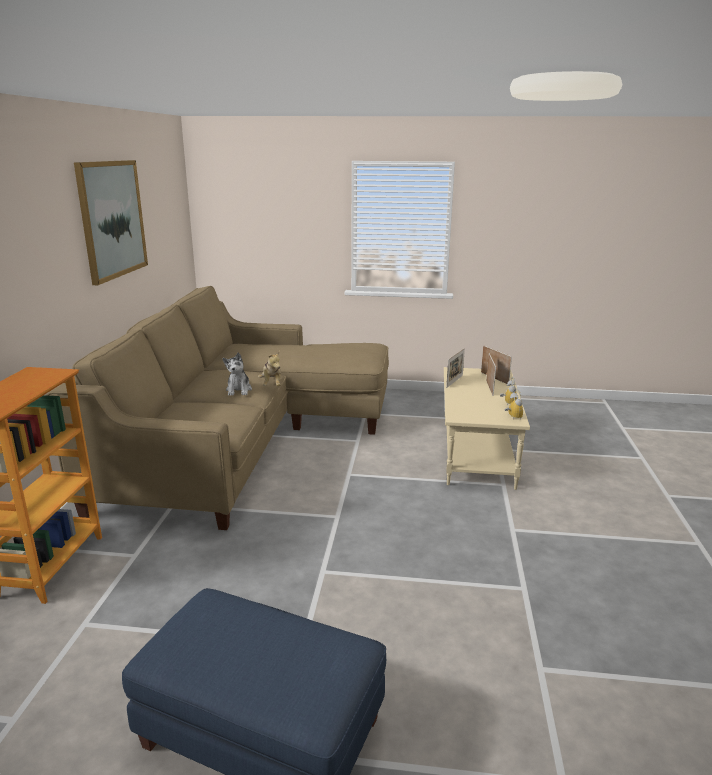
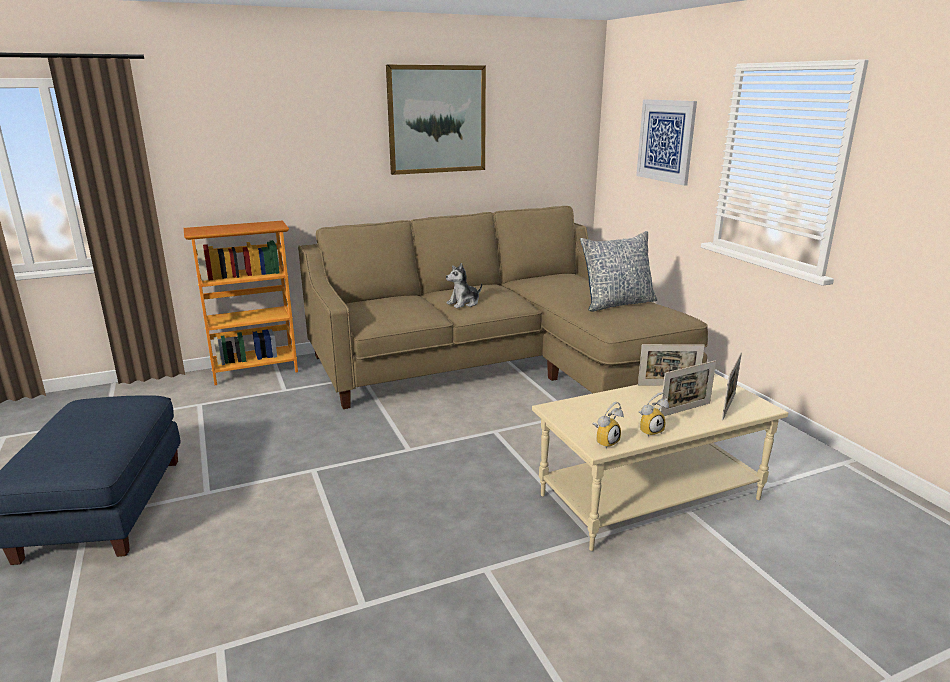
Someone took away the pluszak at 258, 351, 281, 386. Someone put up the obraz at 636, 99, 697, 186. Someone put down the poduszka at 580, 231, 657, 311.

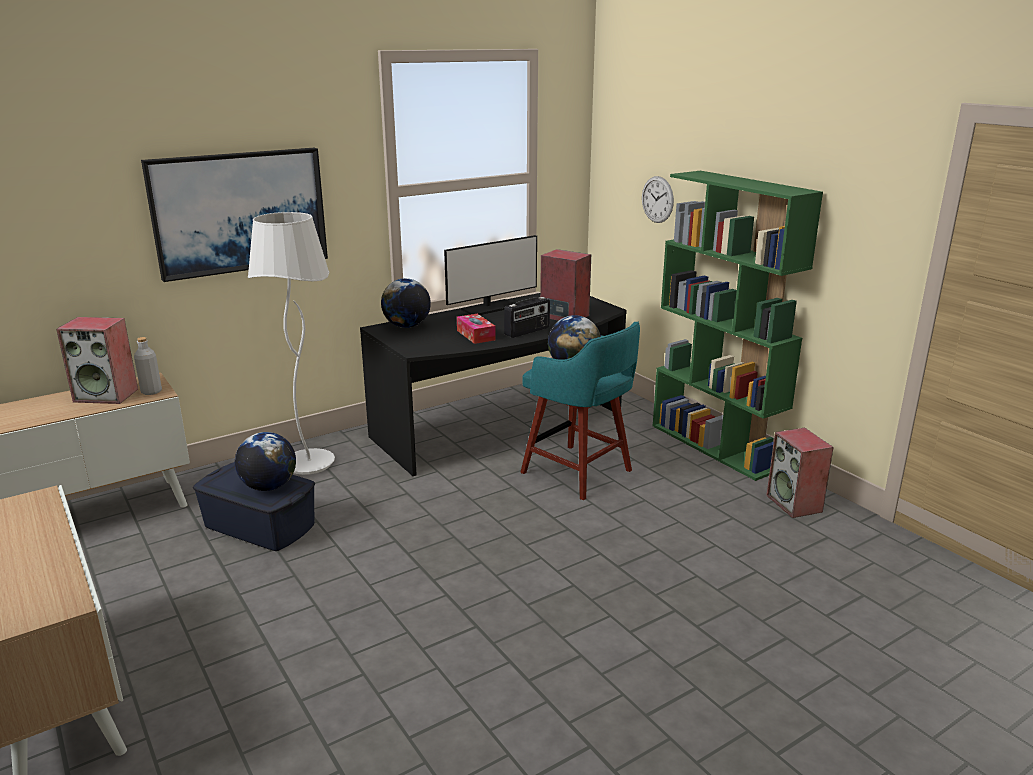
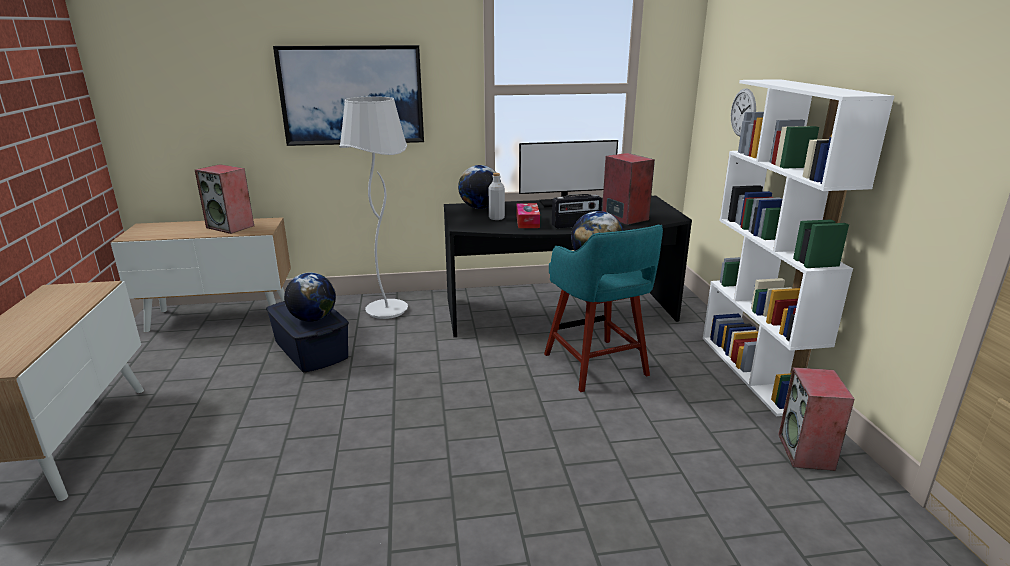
Someone repainted the regał [zielony] at 653, 171, 823, 481, which became the regał [biały] at 703, 79, 894, 416. Someone carried the butelka [szary] from 134, 337, 162, 395 to 489, 173, 505, 220.

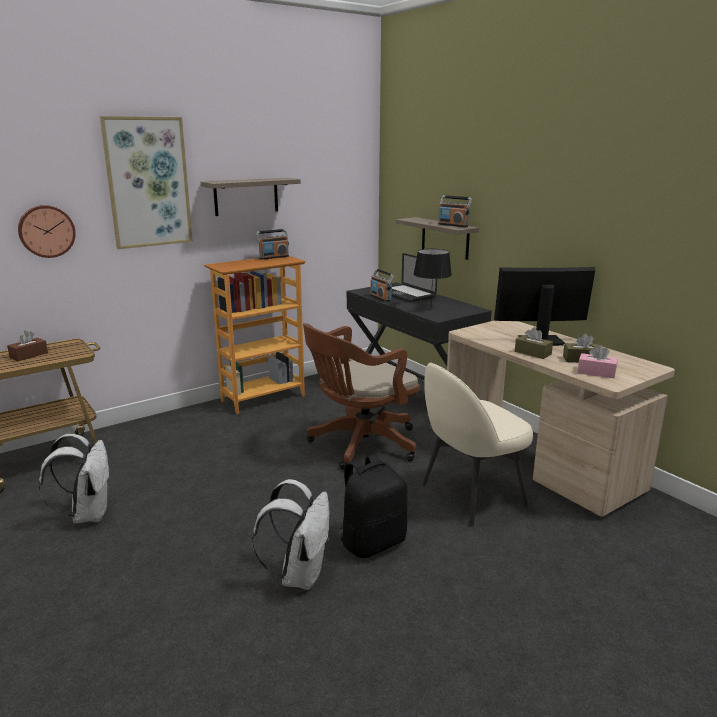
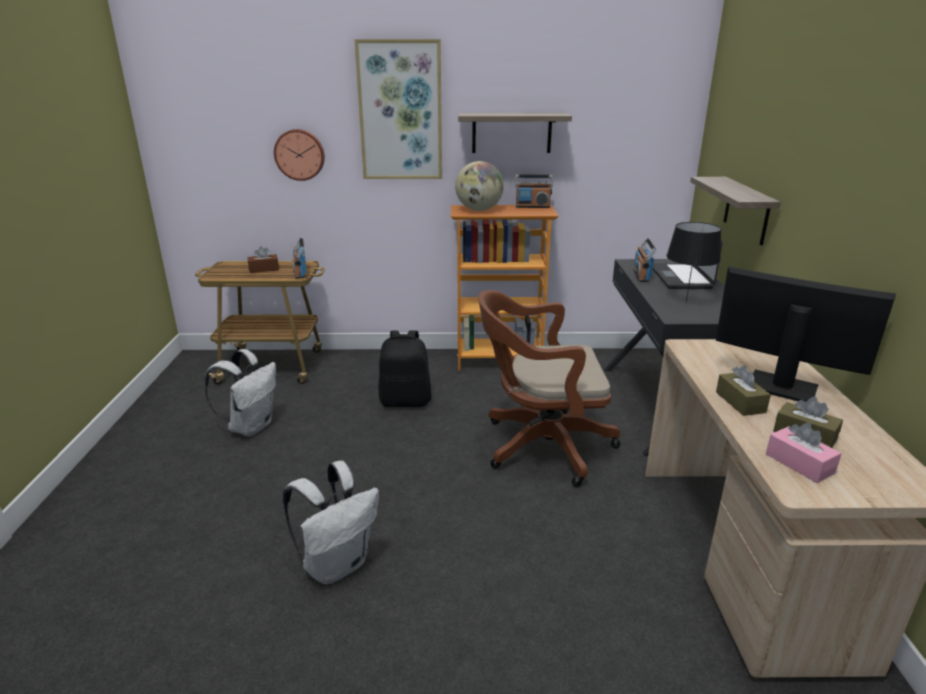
Someone carried the radio from 438, 195, 472, 227 to 292, 237, 307, 278. Someone took away the krzesło [beżowy] at 422, 363, 533, 527. Someone carried the plecak [czarny] from 340, 454, 408, 558 to 378, 330, 432, 407. Someone put down the globus at 455, 161, 504, 211.

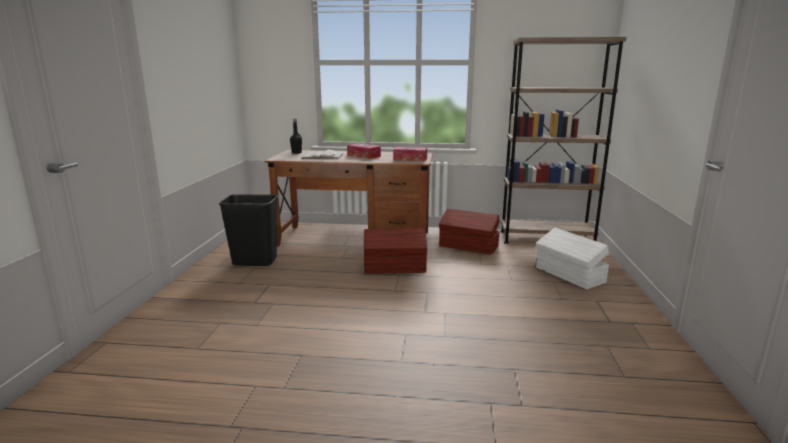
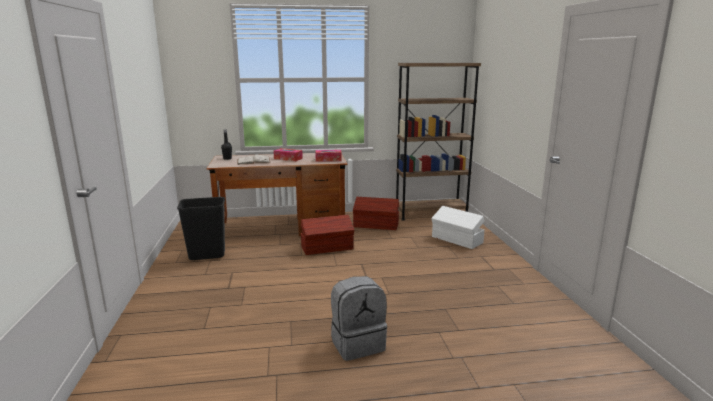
Someone put down the plecak [szary] at 331, 276, 387, 361.

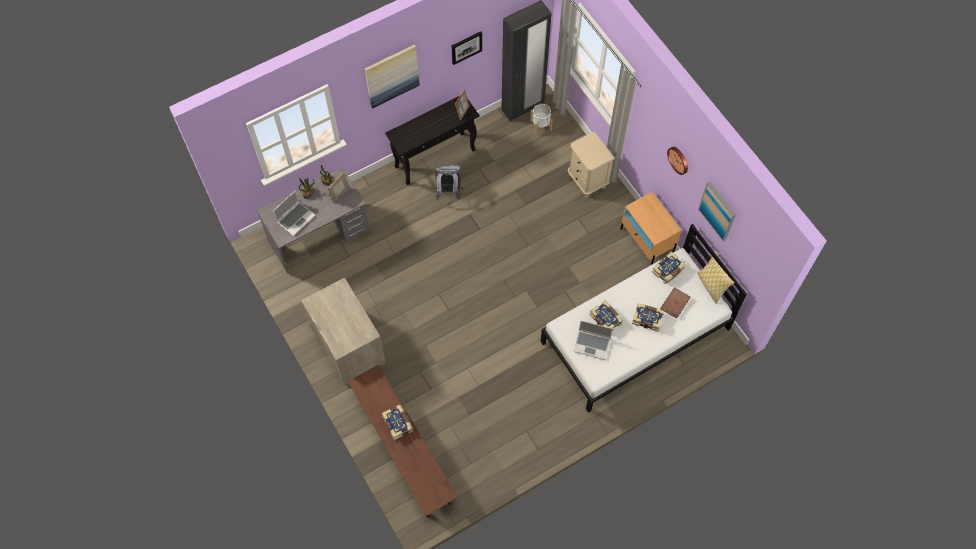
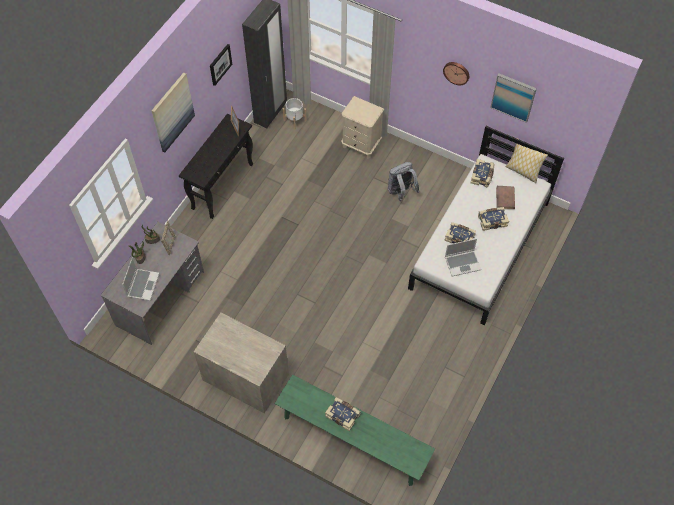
Someone carried the plecak [szary] from 434, 165, 463, 200 to 388, 162, 420, 201. Someone took away the szafka nocna [beżowy] at 620, 192, 682, 265. Someone repainted the ławka [brązowy] at 348, 365, 458, 518, which became the ławka [zielony] at 274, 375, 435, 486.

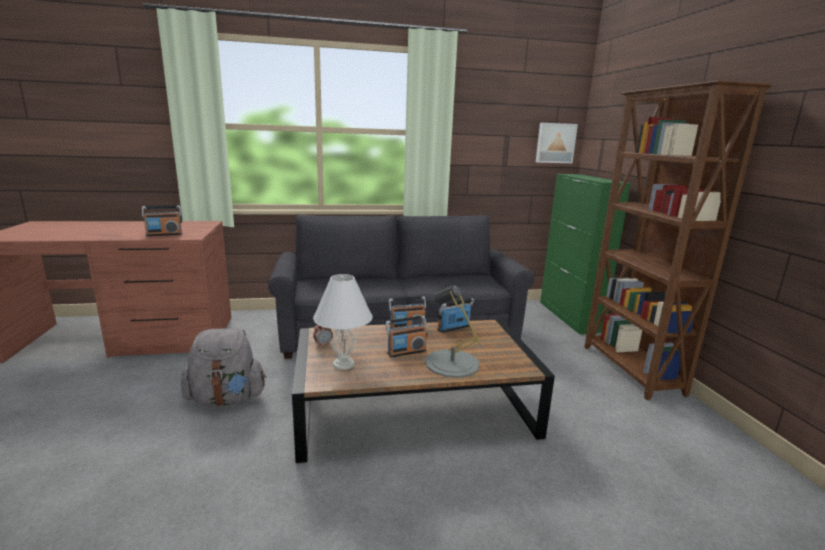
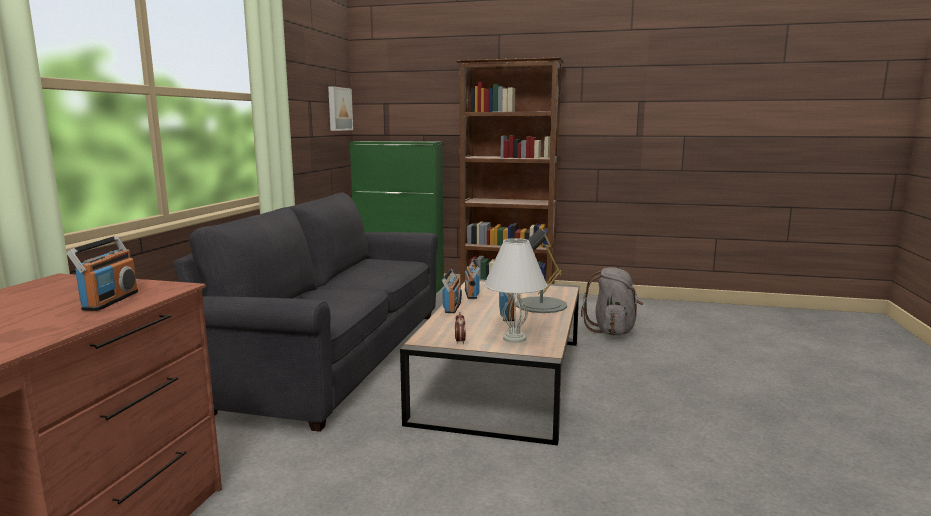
Someone carried the plecak [szary] from 181, 328, 266, 406 to 581, 267, 643, 335.

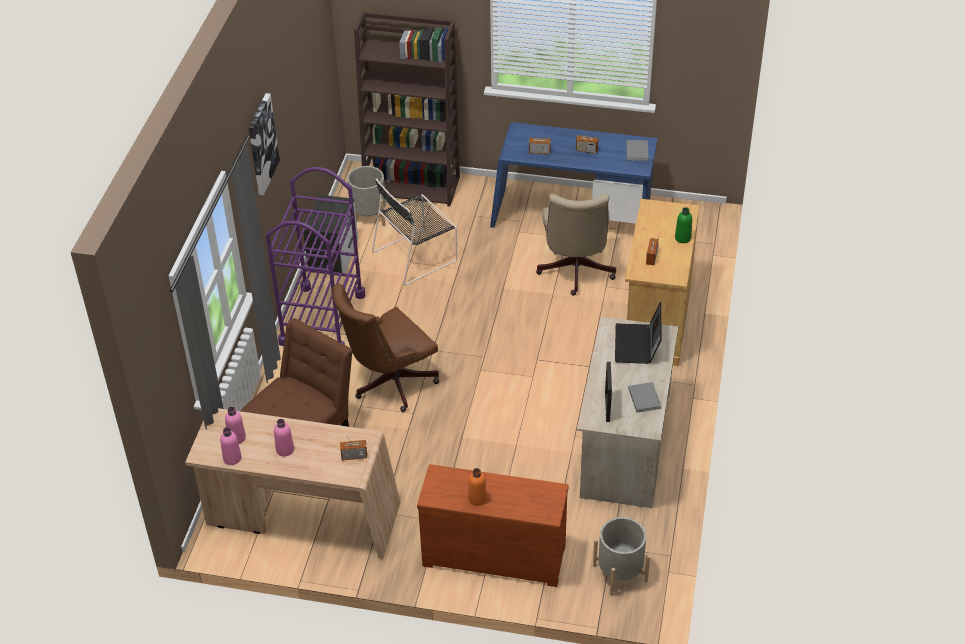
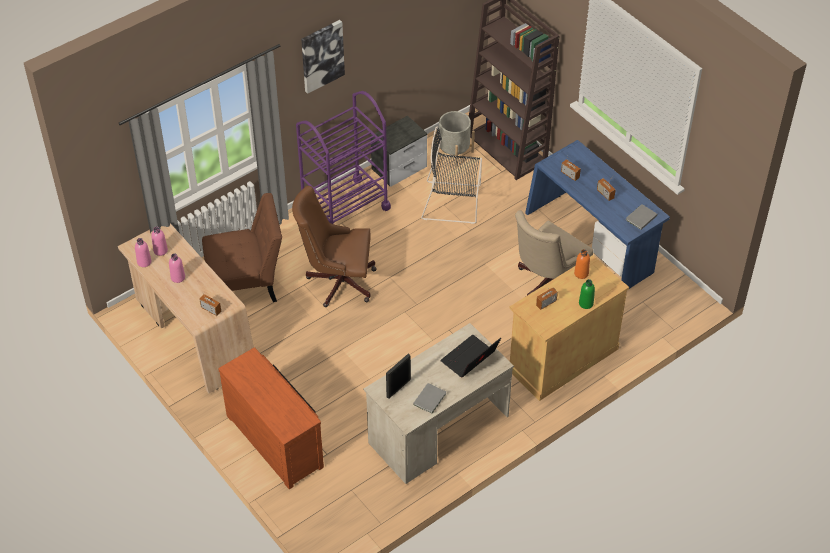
Someone carried the butelka [pomarańczowy] from 468, 468, 487, 506 to 574, 249, 590, 279. Someone took away the donica [szary] at 593, 517, 650, 596.

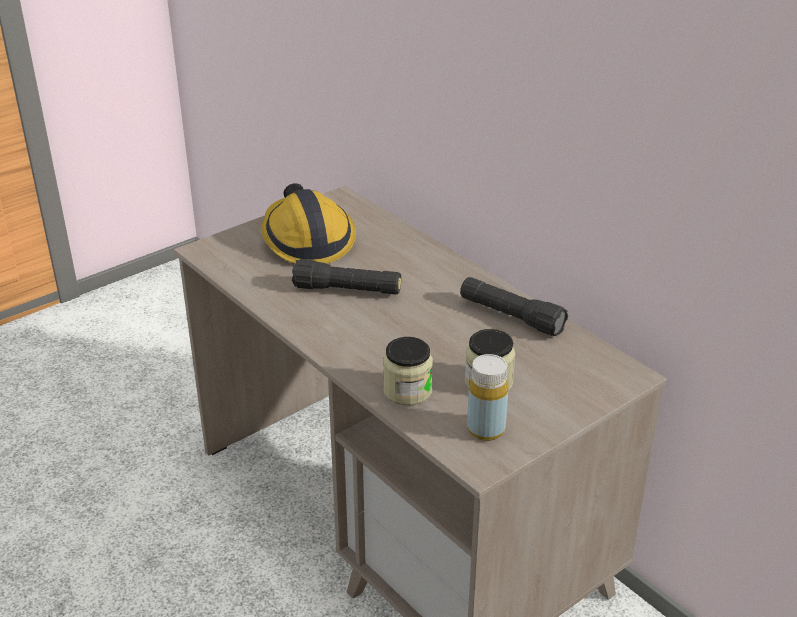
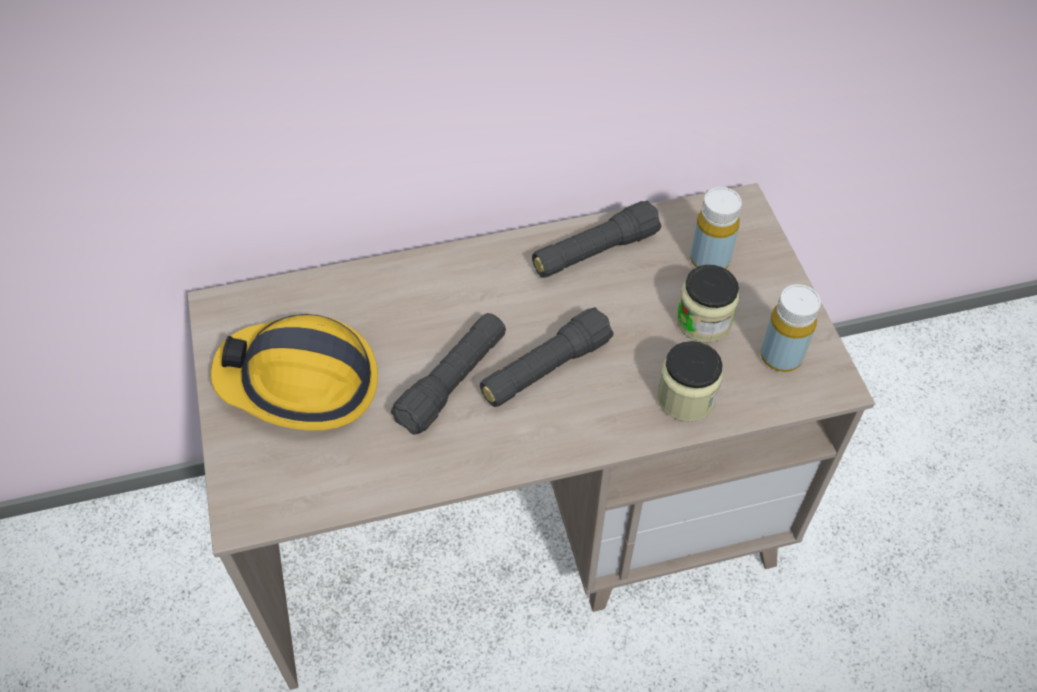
Someone put down the butelka [żółty] at 690, 187, 742, 269. Someone put down the latarka [czarny] at 480, 307, 614, 407.

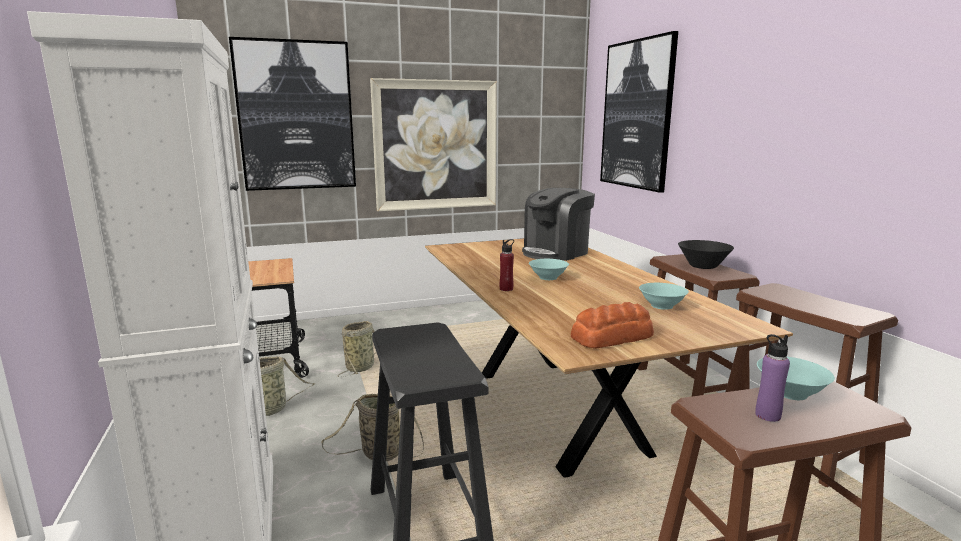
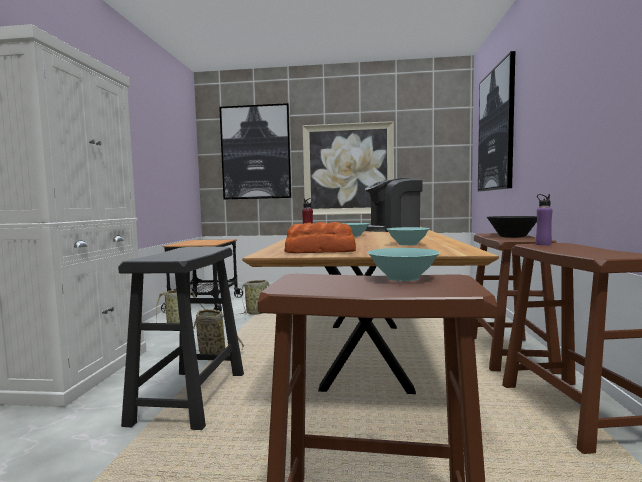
Someone carried the butelka [fioletowy] from 755, 334, 790, 422 to 536, 194, 553, 246.

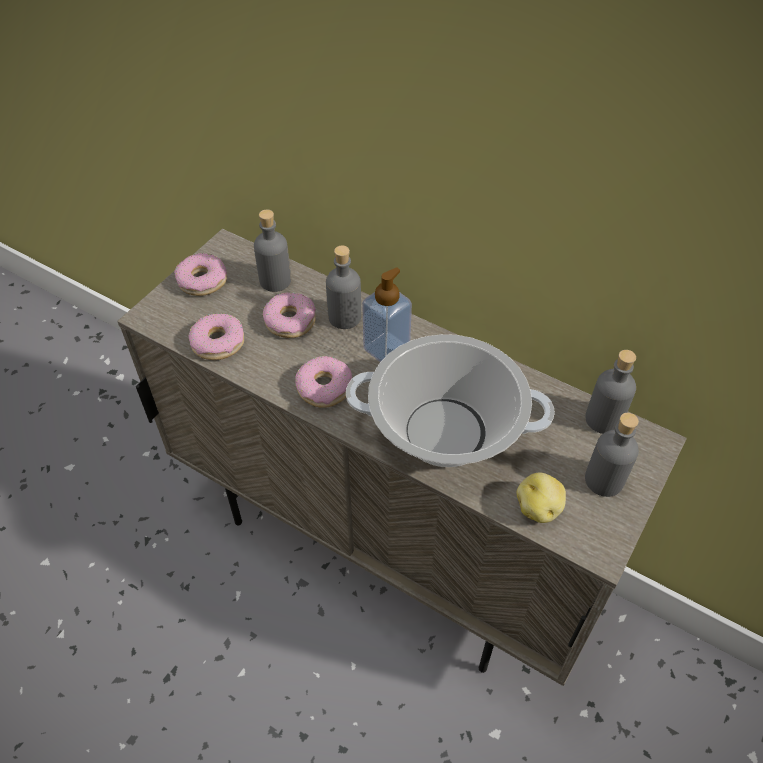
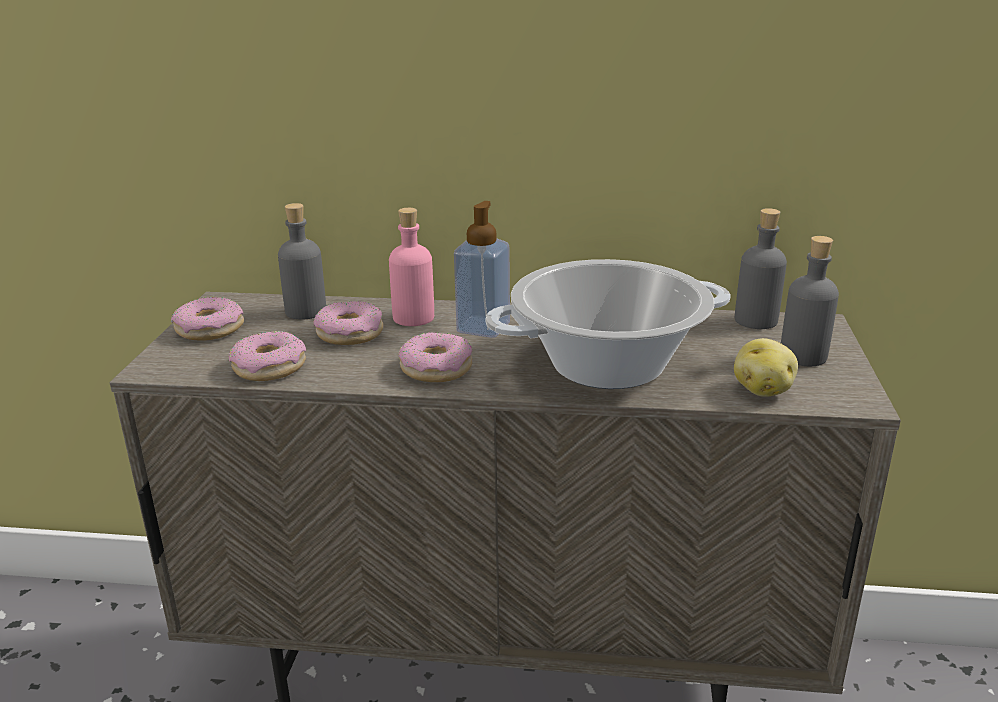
Someone repainted the butelka [szary] at 326, 246, 361, 329, which became the butelka [różowy] at 389, 208, 434, 326.

